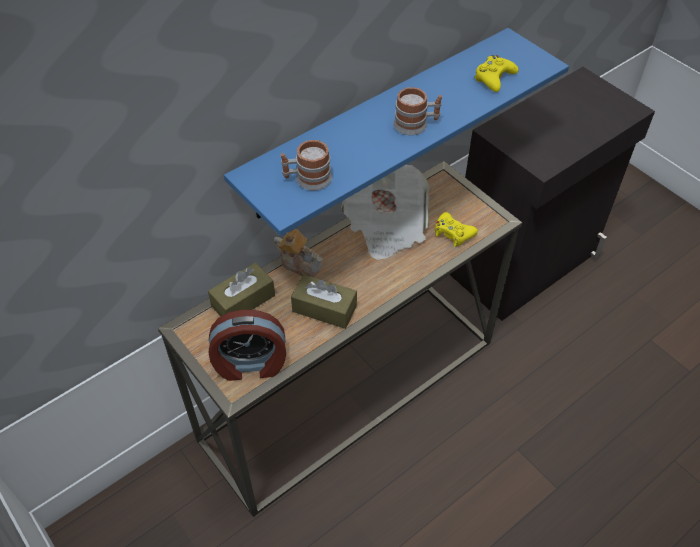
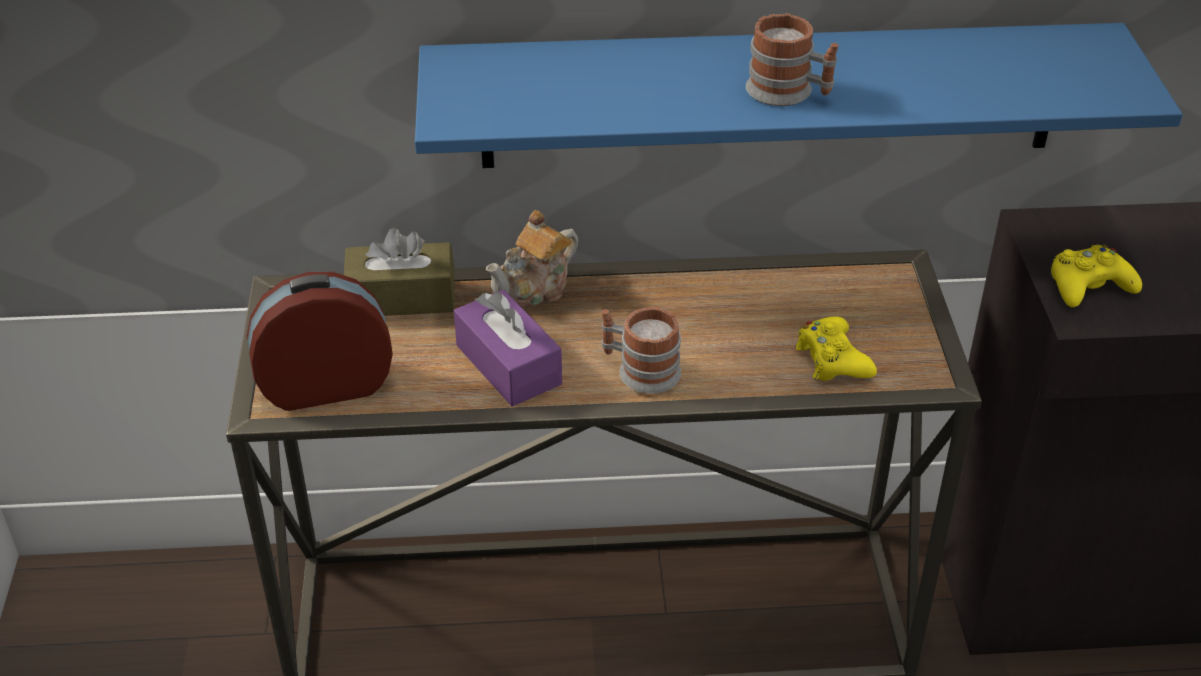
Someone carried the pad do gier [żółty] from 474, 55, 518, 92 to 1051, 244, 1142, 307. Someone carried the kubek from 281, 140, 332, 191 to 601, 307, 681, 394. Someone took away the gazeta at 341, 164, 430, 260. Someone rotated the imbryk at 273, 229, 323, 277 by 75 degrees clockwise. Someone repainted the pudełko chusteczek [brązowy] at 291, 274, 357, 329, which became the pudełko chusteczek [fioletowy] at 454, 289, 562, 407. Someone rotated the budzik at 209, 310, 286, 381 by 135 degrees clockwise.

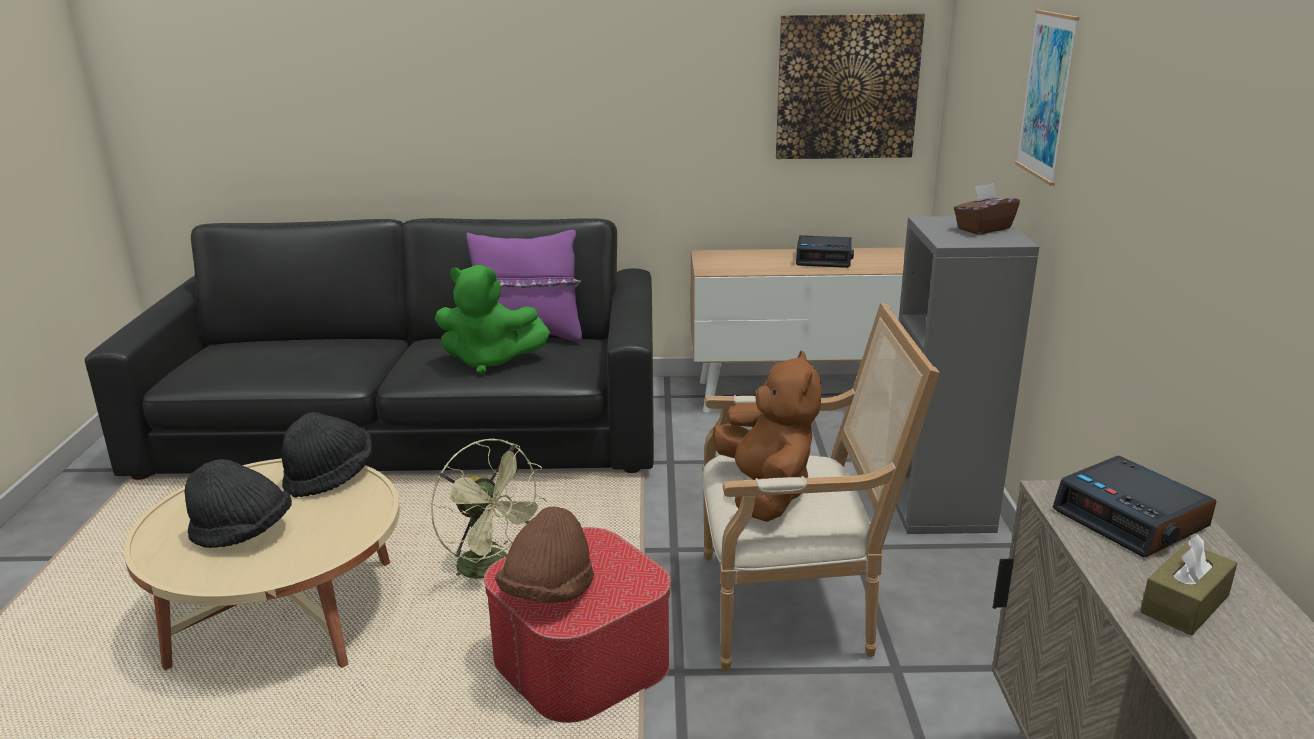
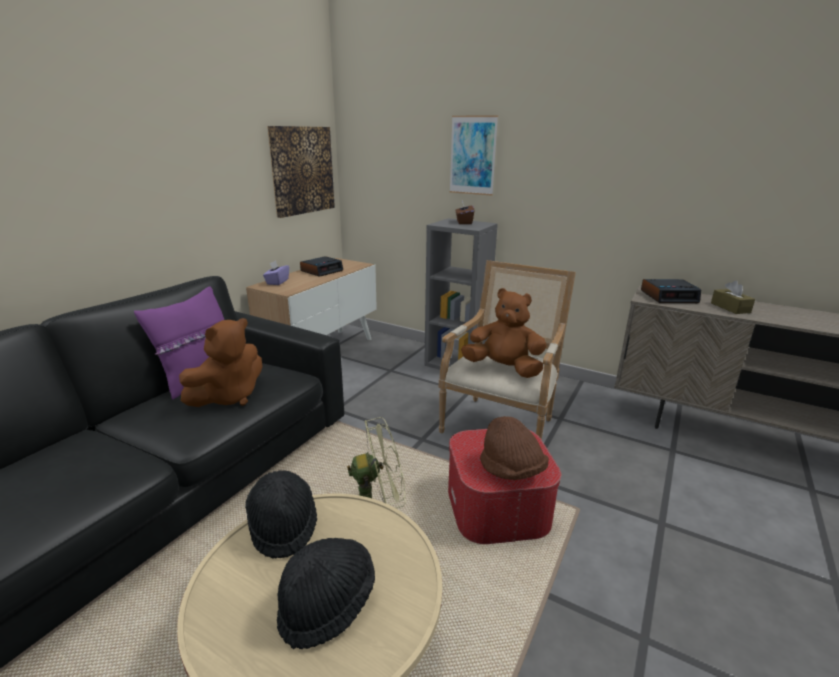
Someone repainted the pluszak [zielony] at 435, 265, 550, 374, which became the pluszak [brązowy] at 179, 318, 262, 407. Someone put down the pudełko chusteczek [fioletowy] at 263, 260, 289, 285.

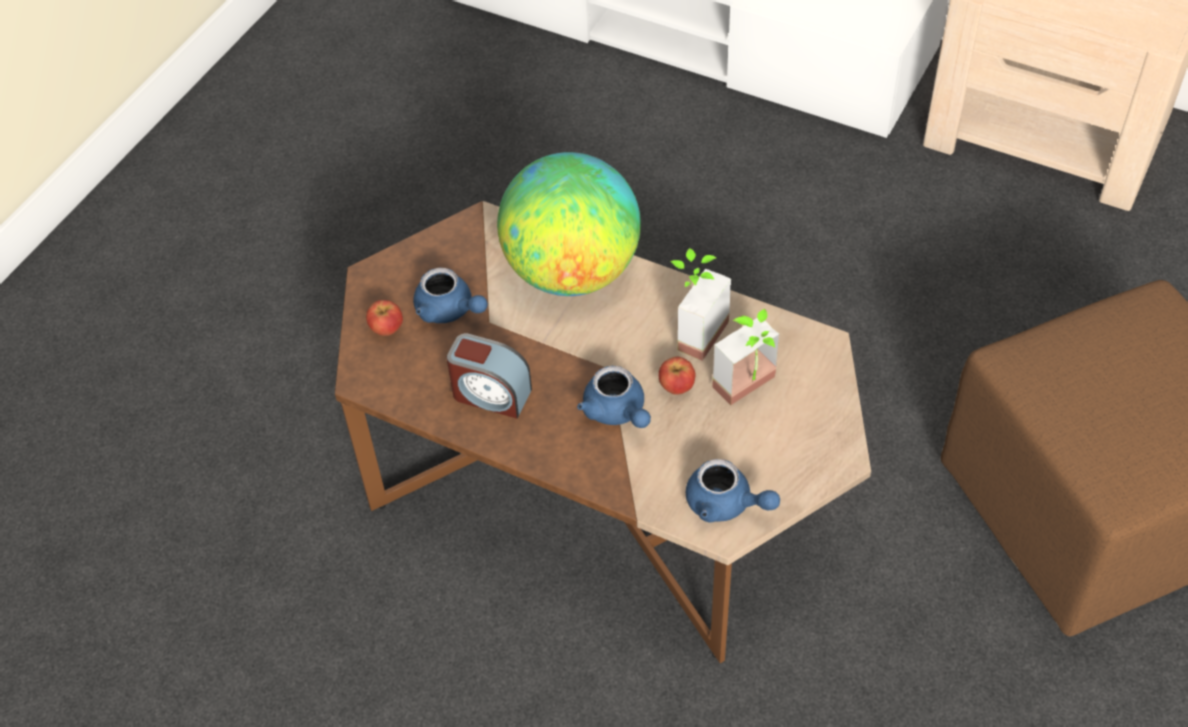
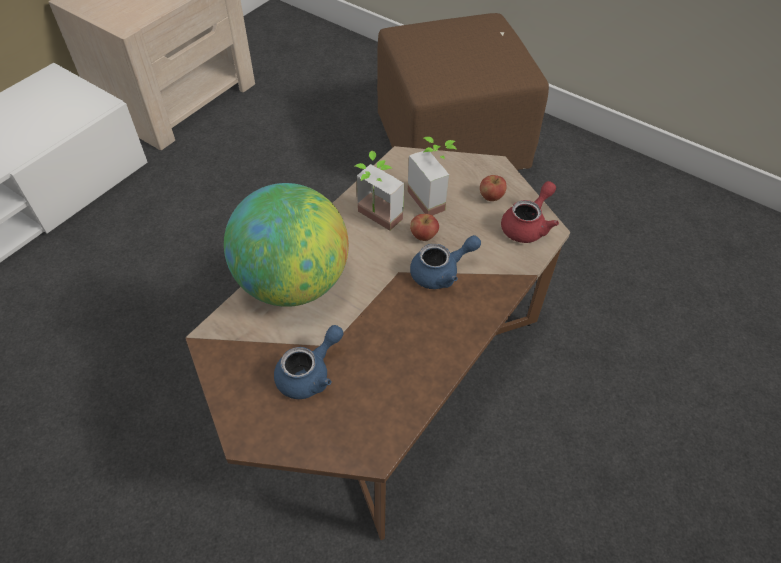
Someone carried the jabłko from 366, 300, 403, 336 to 480, 175, 506, 201. Someone took away the budzik at 447, 333, 532, 419. Someone repainted the imbryk [niebieski] at 686, 459, 780, 523, which became the imbryk [czerwony] at 501, 181, 559, 243.

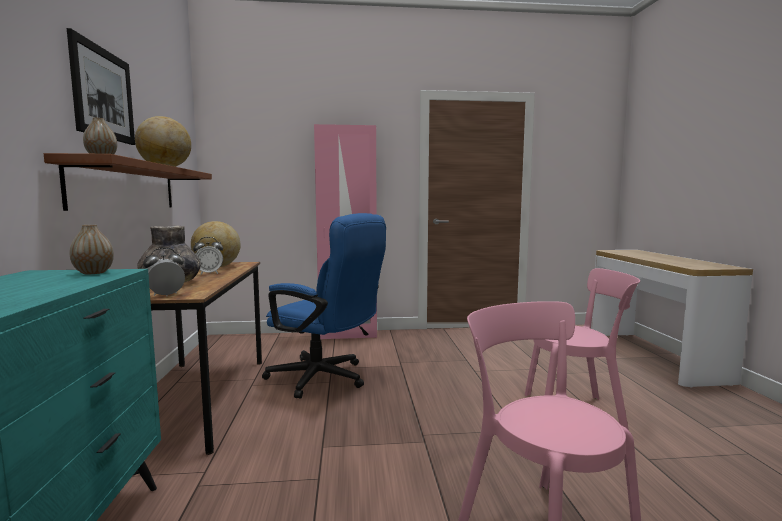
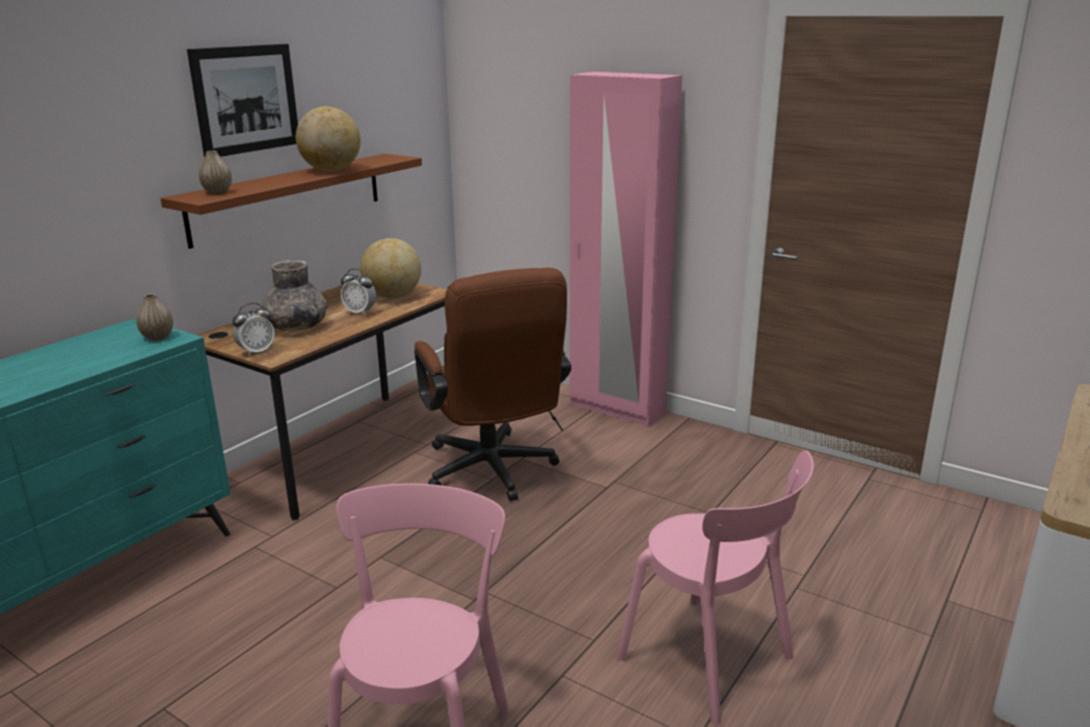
Someone repainted the krzesło biurowe [niebieski] at 262, 213, 386, 399, which became the krzesło biurowe [brązowy] at 414, 268, 571, 501. Someone rotated the budzik at 143, 248, 185, 296 by 135 degrees clockwise.

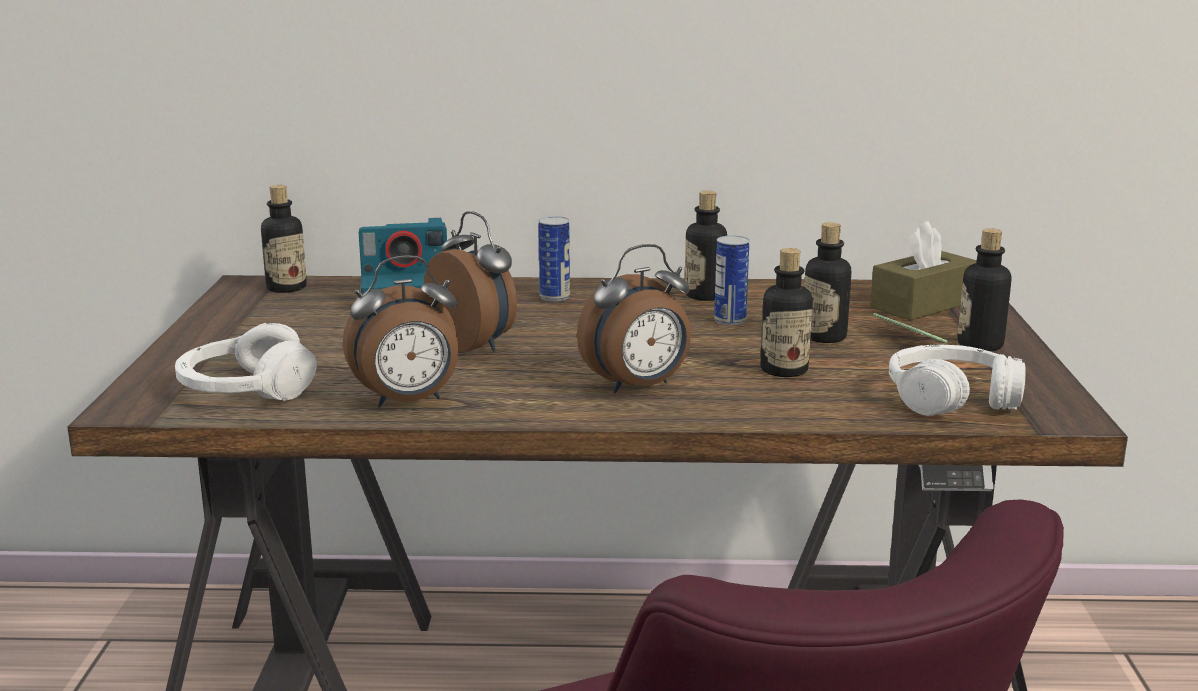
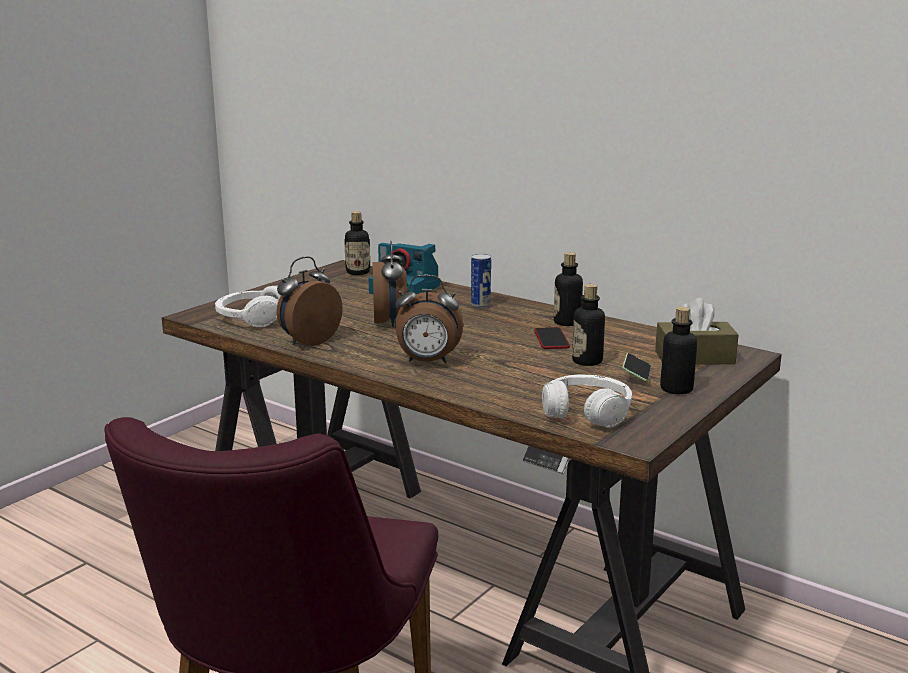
Someone swapped the puszka at 714, 235, 749, 325 for the telefon at 534, 327, 570, 349. Someone took away the butelka at 760, 248, 812, 377. Someone rotated the budzik at 343, 255, 458, 408 by 120 degrees clockwise.

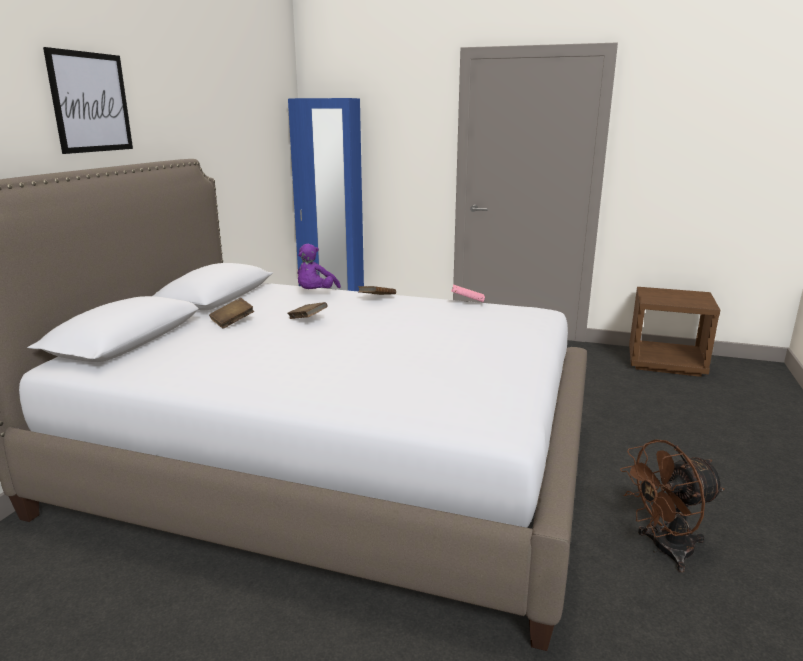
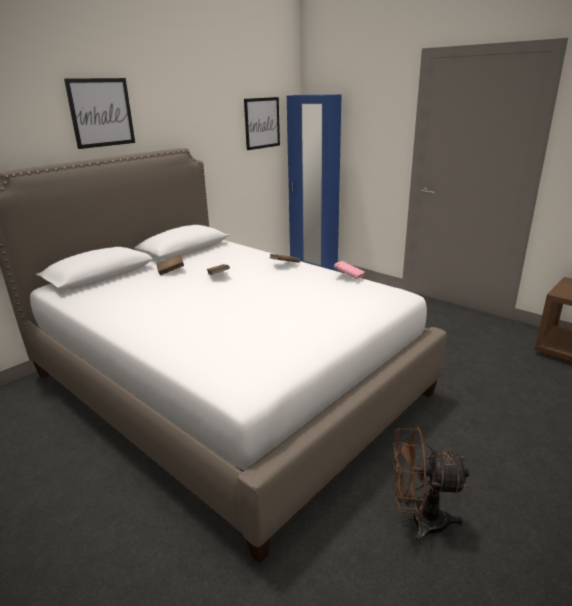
Someone took away the pluszak [fioletowy] at 297, 244, 341, 289. Someone put up the obraz at 244, 97, 280, 150.

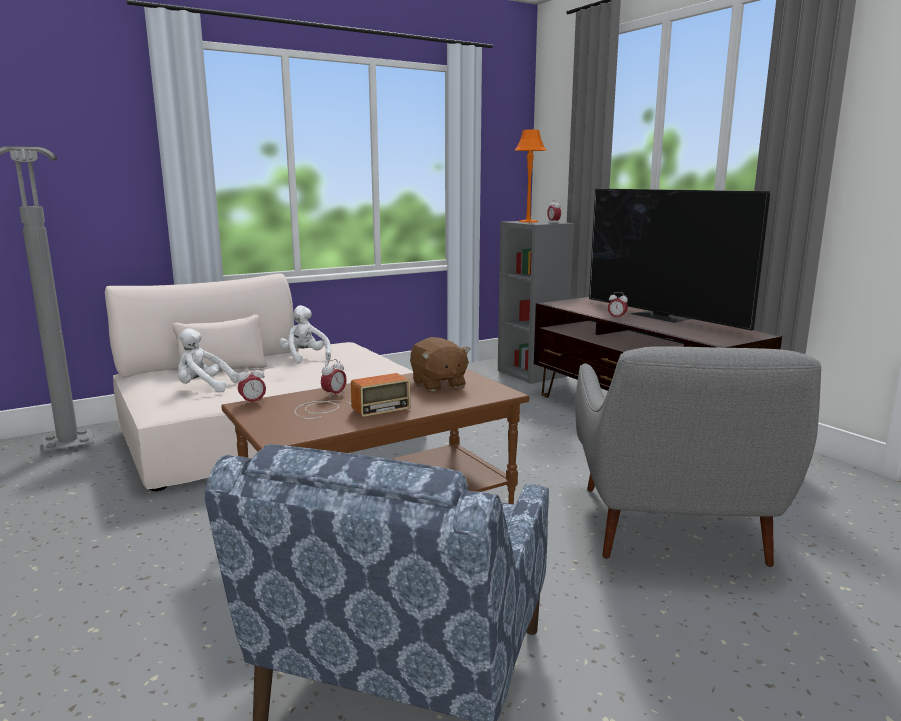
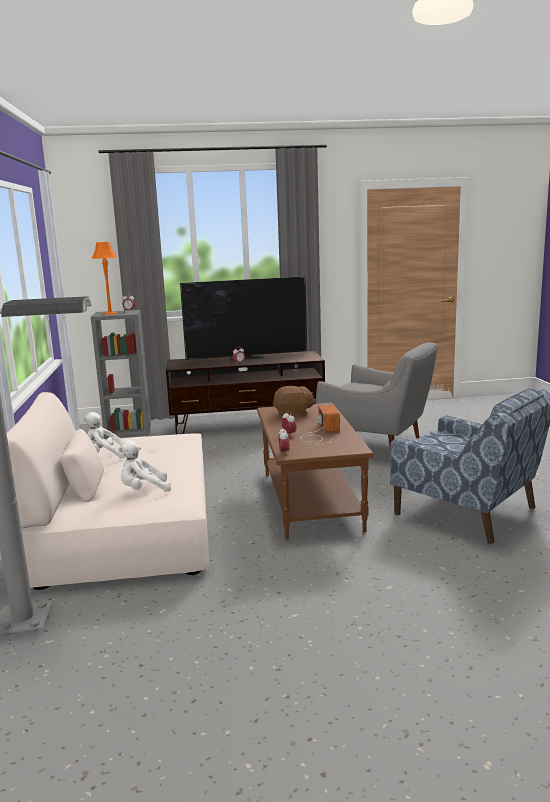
Someone rotated the pluszak [biały] at 178, 328, 238, 392 by 45 degrees clockwise.

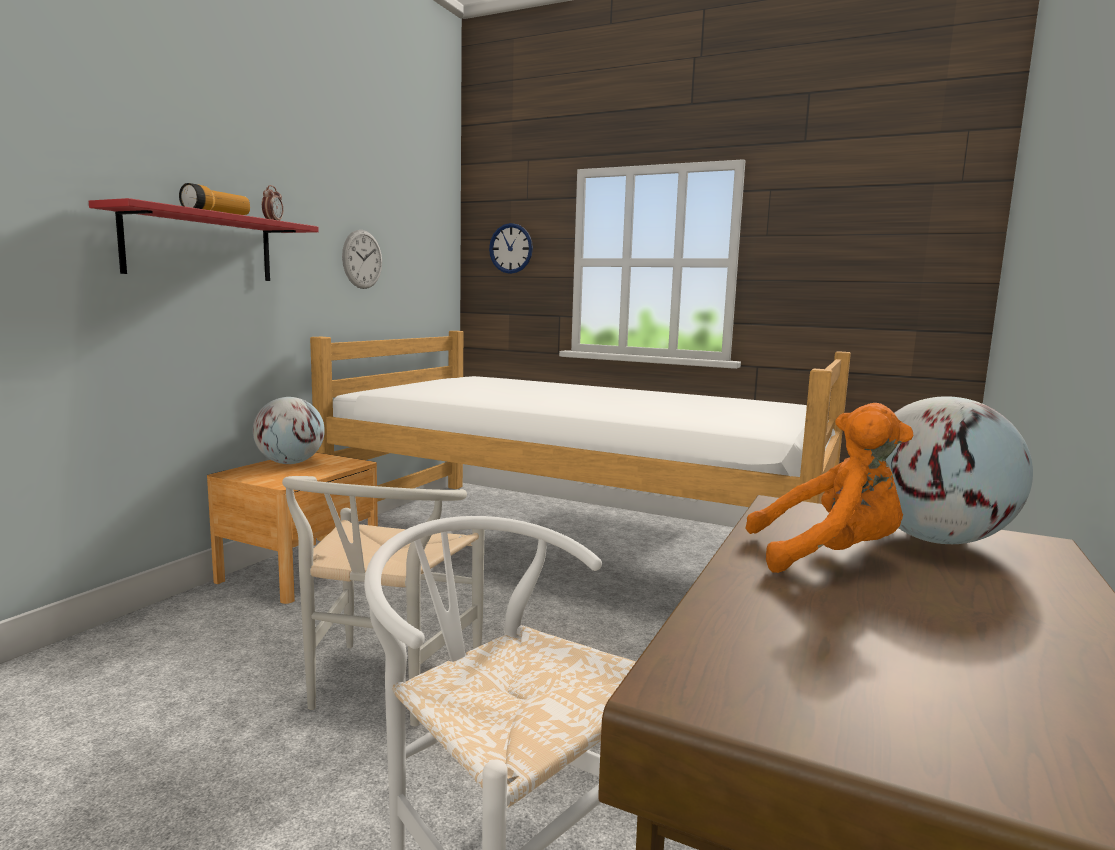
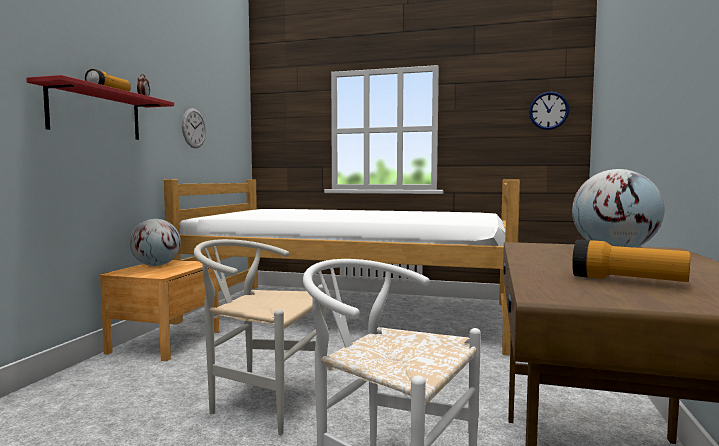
Someone carried the zegar ścienny from 489, 223, 533, 274 to 529, 92, 569, 130. Someone took away the pluszak [pomarańczowy] at 745, 403, 914, 573. Someone rotated the krzesło [biały] at 282, 476, 485, 726 by 105 degrees clockwise. Someone put down the latarka at 572, 240, 691, 282.

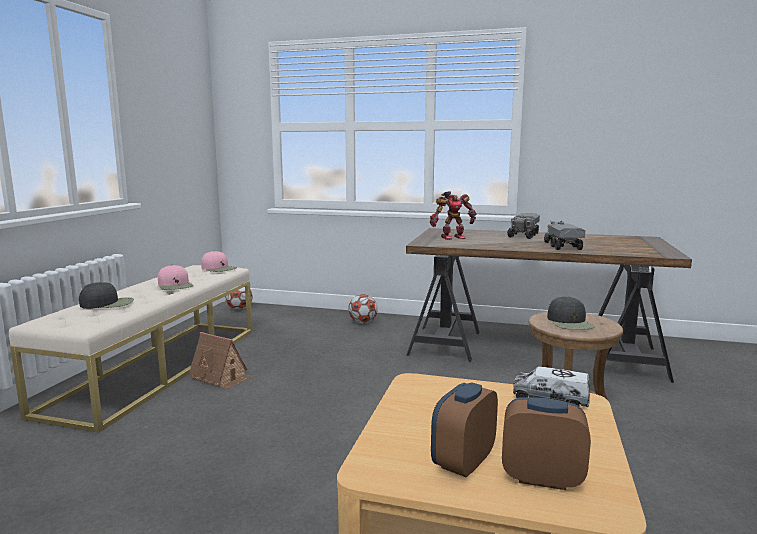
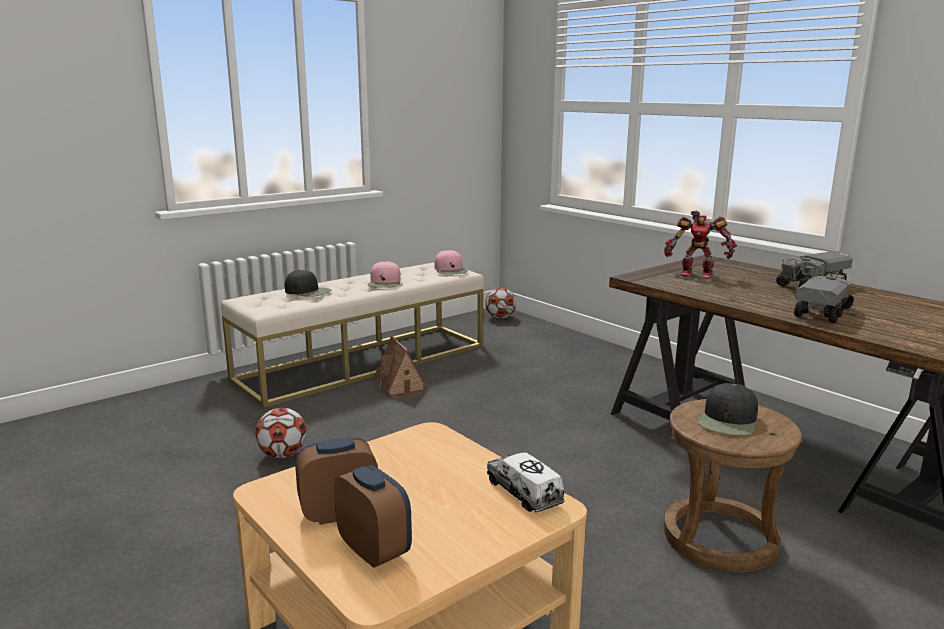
Someone carried the piłka futbolowa from 348, 294, 378, 323 to 255, 408, 307, 458.

